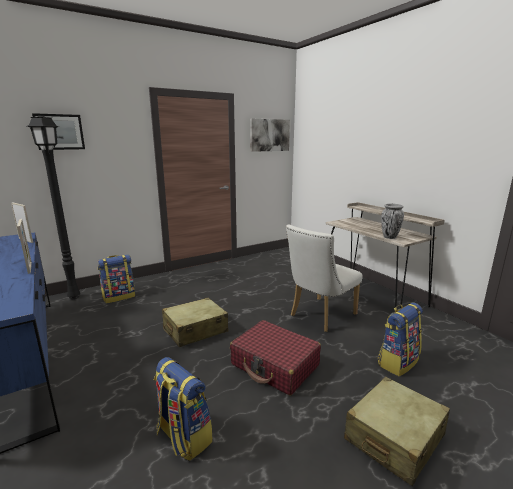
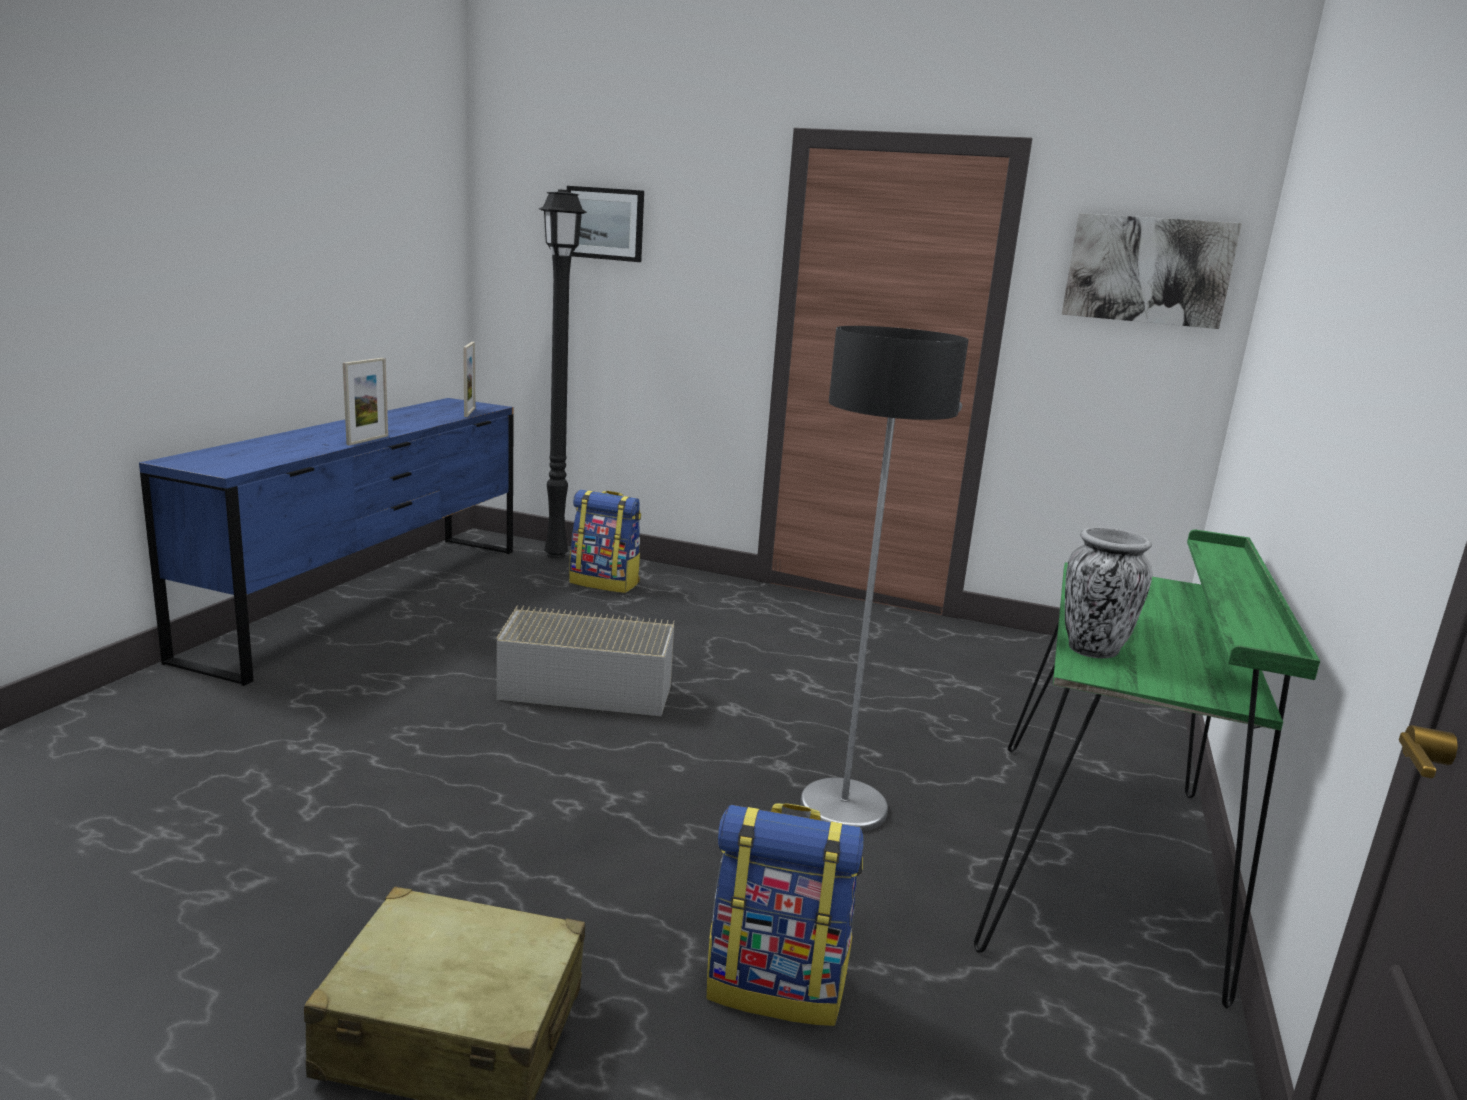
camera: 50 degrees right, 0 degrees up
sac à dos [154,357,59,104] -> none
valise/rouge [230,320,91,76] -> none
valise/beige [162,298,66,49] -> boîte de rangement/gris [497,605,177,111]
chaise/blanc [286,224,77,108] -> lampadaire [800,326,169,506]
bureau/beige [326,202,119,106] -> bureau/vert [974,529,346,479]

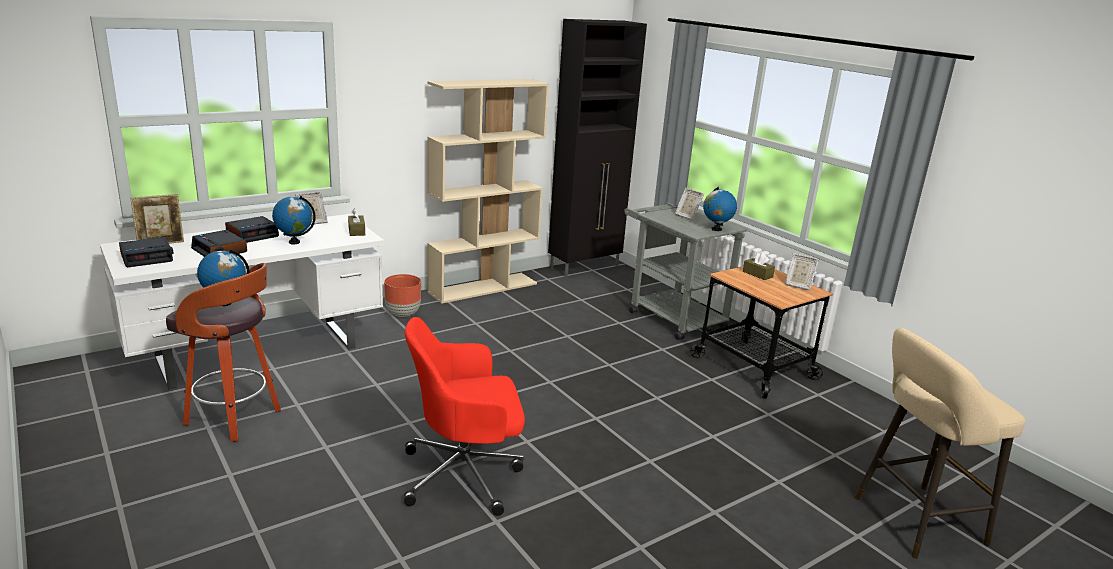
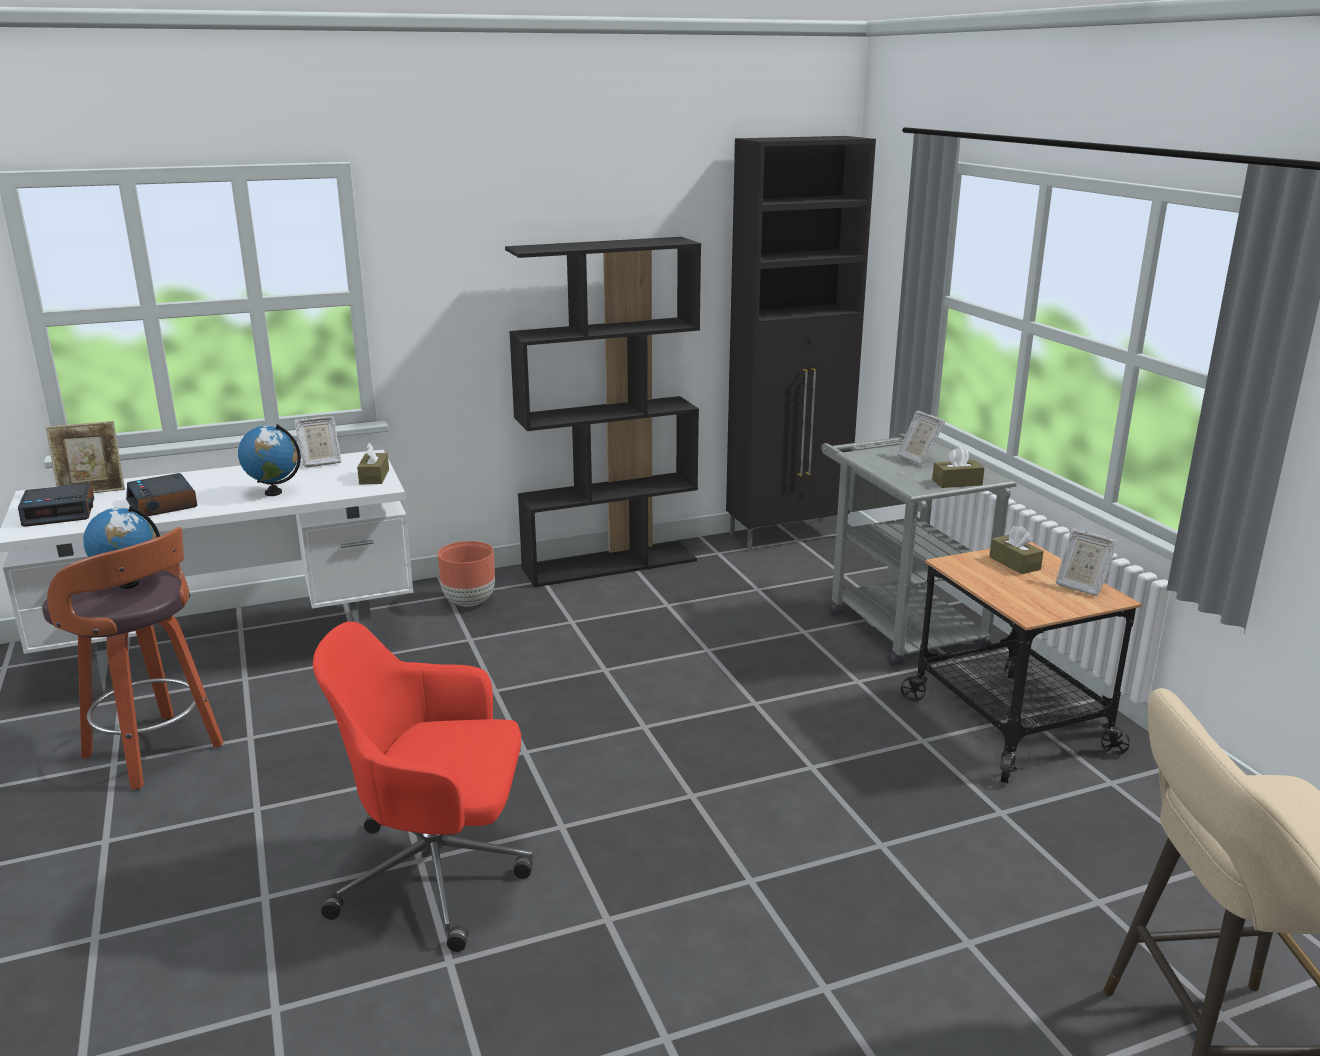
camera: 15 degrees right, 0 degrees up
réveil [225,216,54,27] -> none
globe [703,187,34,44] -> boîte à mouchoirs/marron [932,446,53,42]
bibliothèque/beige [427,79,122,225] -> bibliothèque/noir [505,237,196,351]

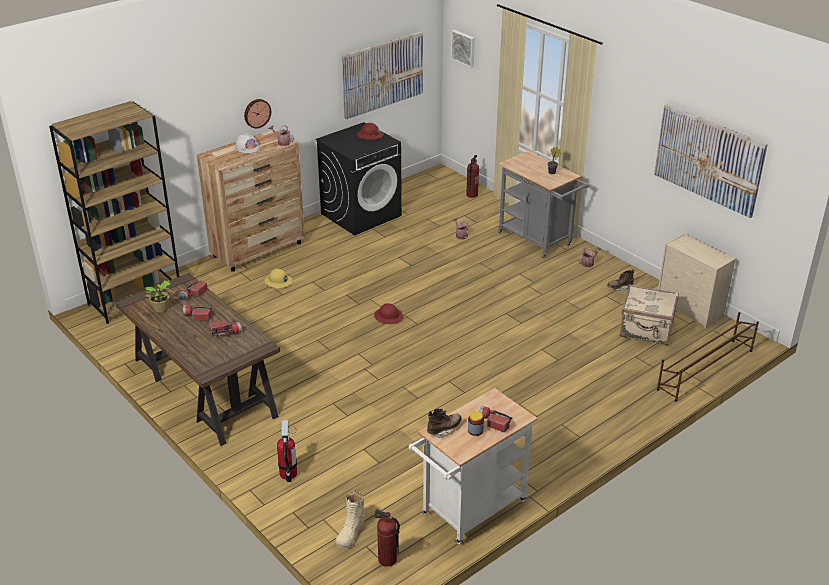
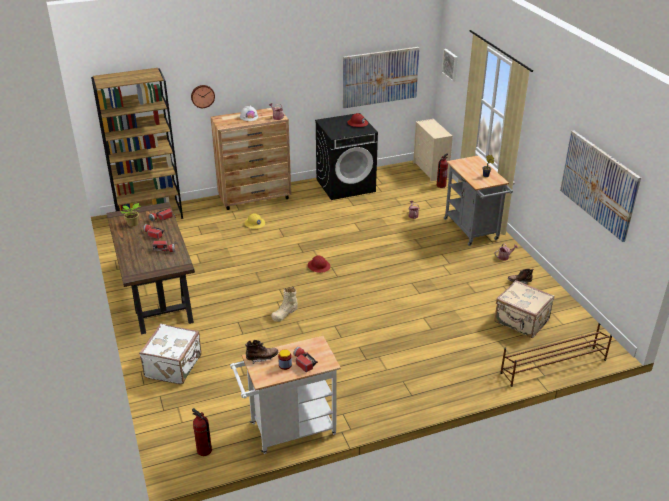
camera: 20 degrees right, 0 degrees up
horloge murale [244,99,27,30] -> horloge murale [191,85,24,23], relocated
botte/beige [336,491,29,58] -> botte/beige [271,287,27,35], relocated
commode/beige [658,234,78,95] -> commode/beige [413,119,40,62], relocated
extincteur [277,420,20,62] -> valise/blanc [139,324,63,60]

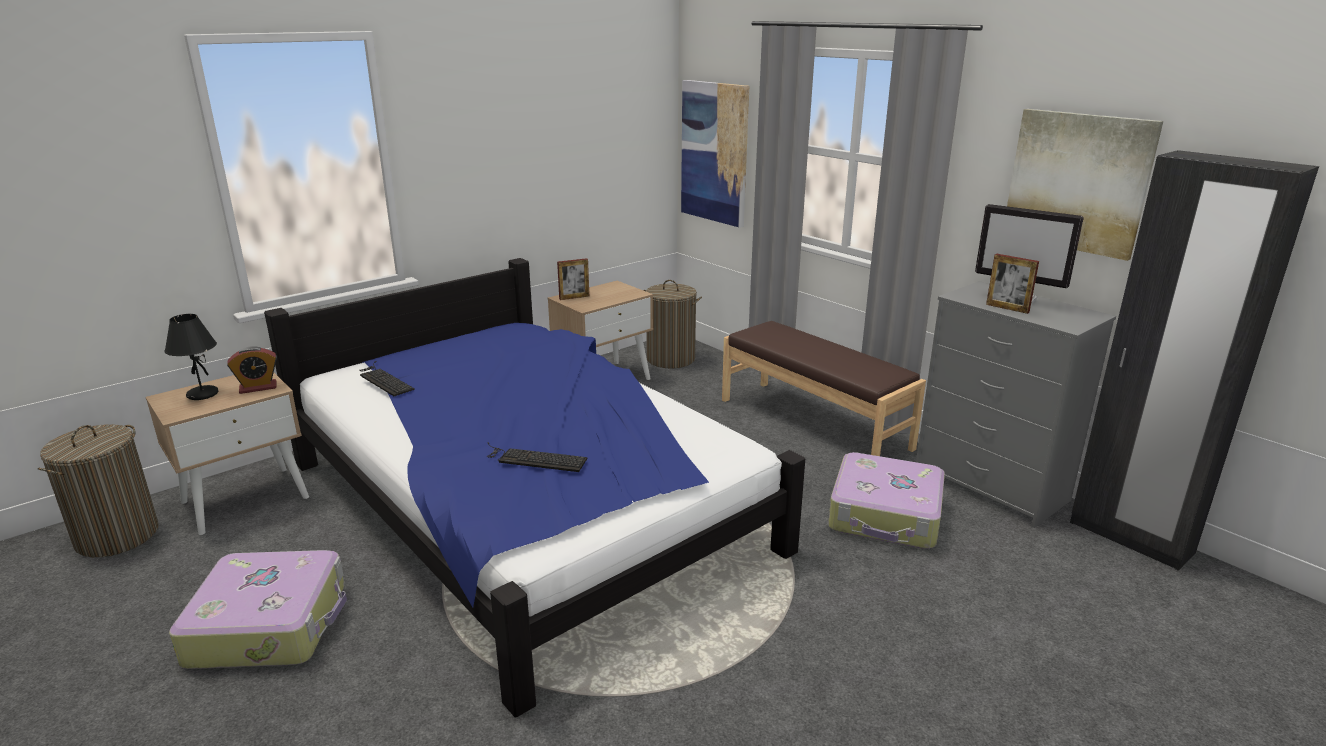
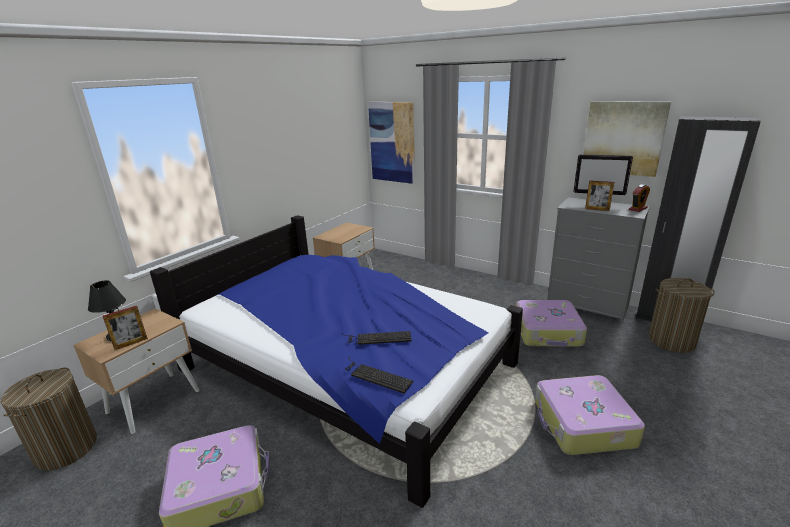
camera: 15 degrees left, 0 degrees up
banc/marron [722,321,204,135] -> none
none -> valise [535,375,110,80]
réveil [227,346,50,48] -> réveil [629,184,21,28], relocated
clavier [359,361,56,35] -> clavier [345,356,69,38], relocated
cadre photo [557,258,32,42] -> cadre photo [103,306,45,44], relocated
panier à linge [643,280,59,88] -> panier à linge [649,278,66,75], relocated

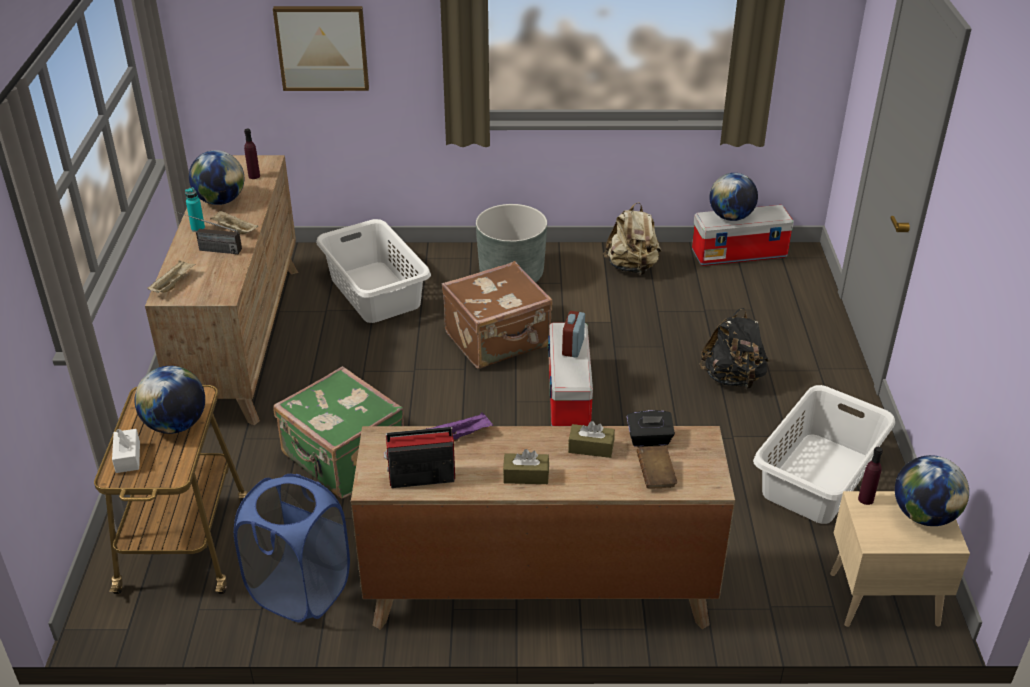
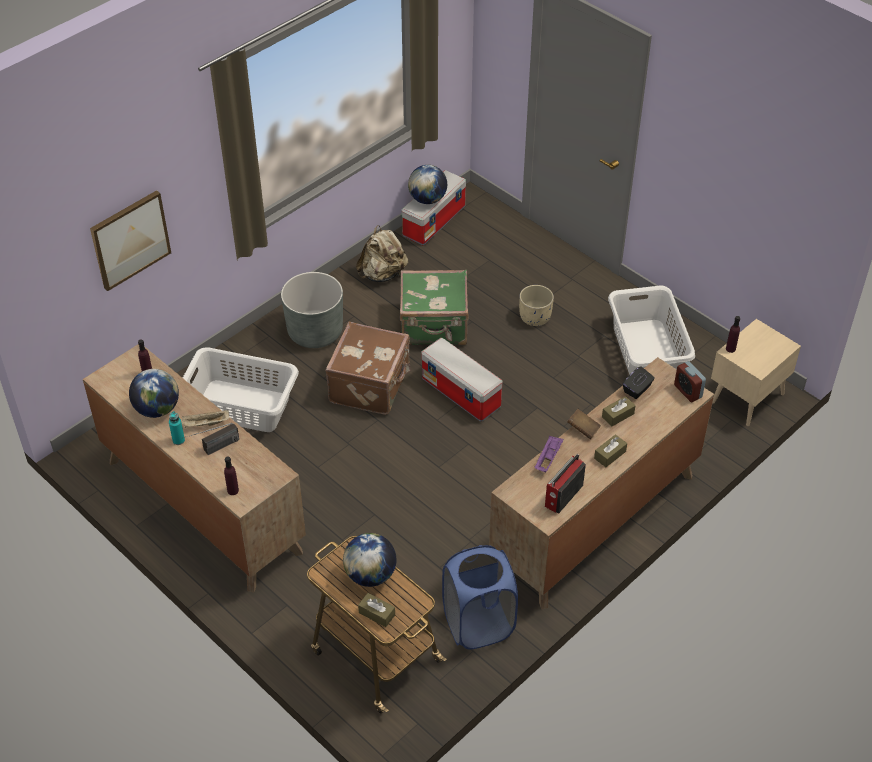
camera: 45 degrees left, 10 degrees up
globe [895,455,74,71] -> none
valise/vert [273,366,131,132] -> valise/vert [400,270,69,75], relocated
réveil [562,311,23,47] -> réveil [674,361,32,41], relocated
livre/marron [636,446,41,43] -> livre/marron [567,409,34,30], relocated
plateau/beige [147,260,49,33] -> bouteille/violet [224,456,15,39]
sac à dos/noir [699,308,70,81] -> cache-pot/beige [519,285,35,41]
boîte à mouchoirs/blanc [112,429,28,44] -> boîte à mouchoirs/marron [358,593,37,34]

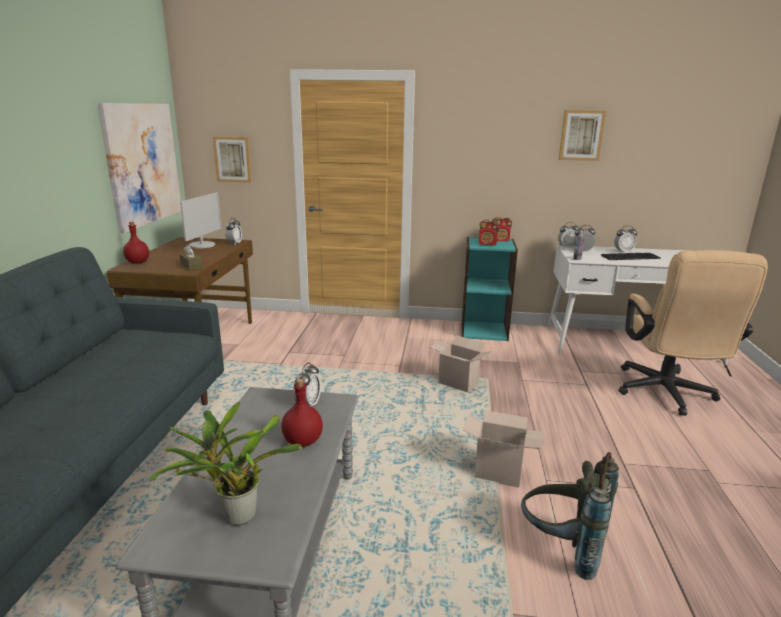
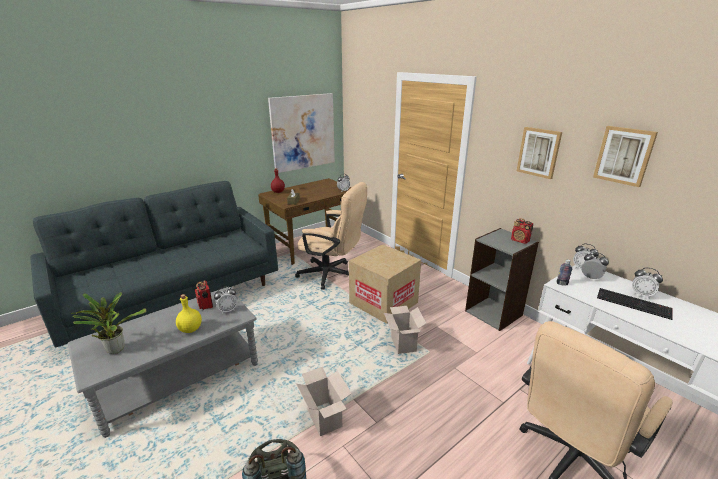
camera: 45 degrees right, 5 degrees up
écran d'ordinateur [180,192,41,56] -> none
none -> chaise de bureau/beige [295,182,72,108]
none -> carton [349,244,72,80]
tableau [213,137,39,46] -> tableau [517,127,45,52], relocated
radio [479,219,20,27] -> radio [195,280,18,30], relocated
bouteille/rouge [281,379,42,68] -> bouteille/jaune [176,294,26,39]
bibliothèque/turquoise [461,237,57,104] -> bibliothèque/gris [465,228,74,103]

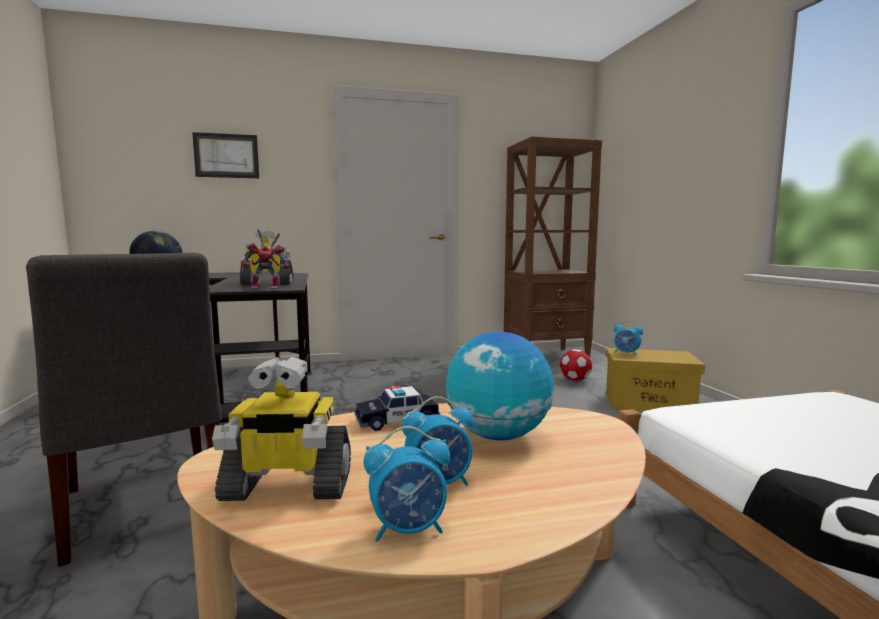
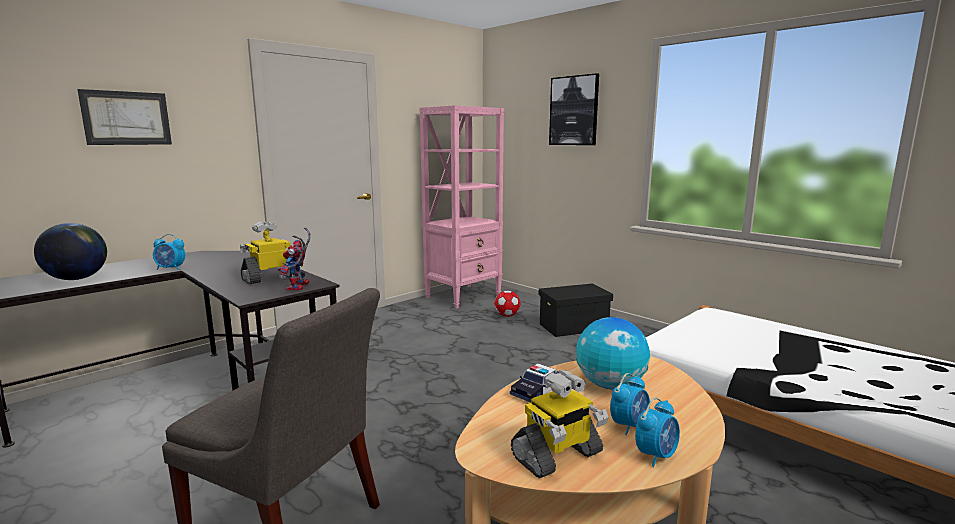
camera: 30 degrees left, 5 degrees up
none -> tableau [549,73,50,72]
réveil [614,321,29,35] -> réveil [153,234,32,36], relocated
bibliothèque/marron [504,136,98,221] -> bibliothèque/rose [419,105,85,204]
boîte de rangement/jaune [606,348,99,63] -> boîte de rangement/noir [539,283,74,54]
robot jouet [242,229,49,61] -> robot jouet [278,227,32,63], 135 degrees clockwise

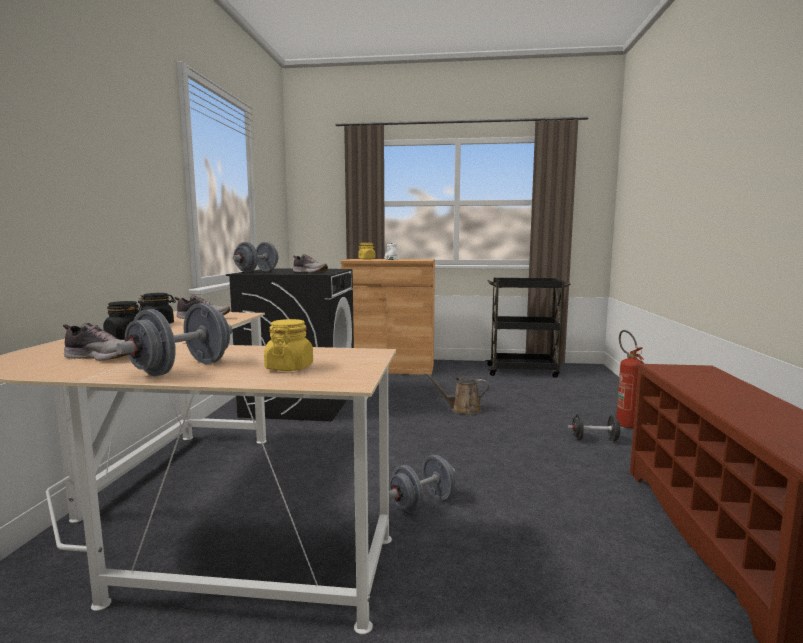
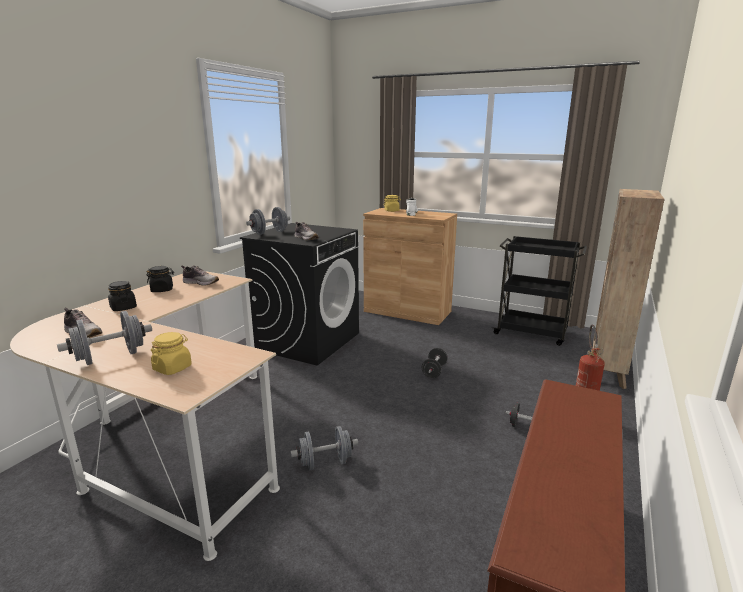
camera: 20 degrees right, 10 degrees up
none -> bibliothèque/marron [593,189,71,200]
arrosoir/marron [425,373,64,42] -> haltère/noir [422,348,26,30]

